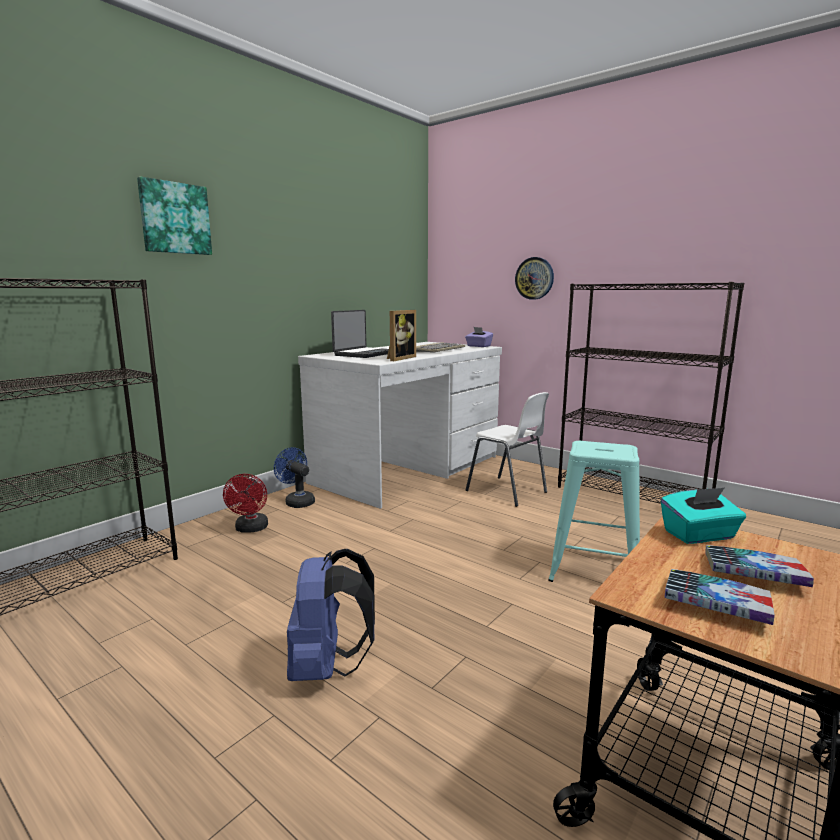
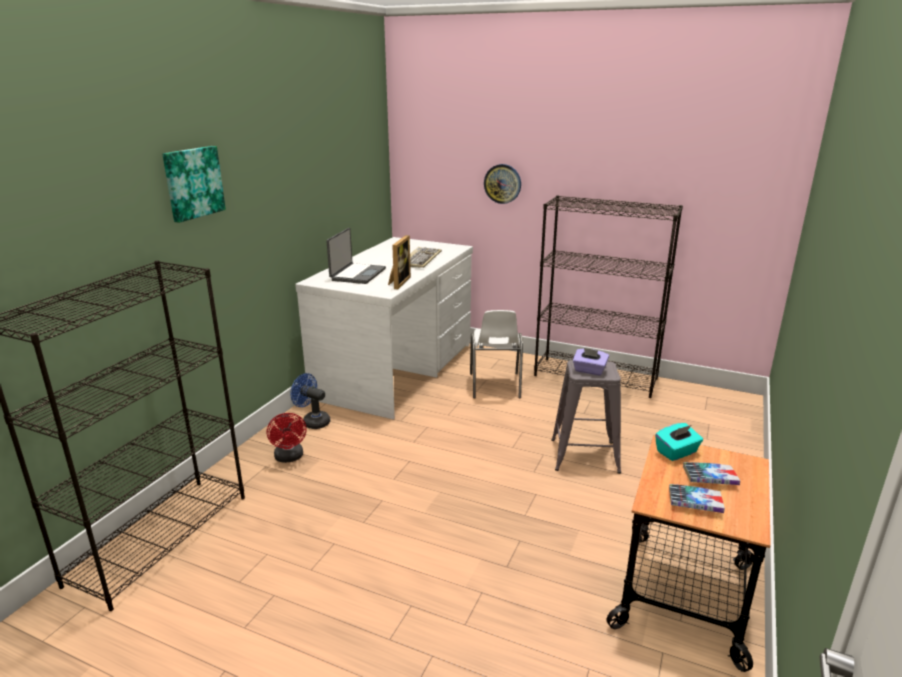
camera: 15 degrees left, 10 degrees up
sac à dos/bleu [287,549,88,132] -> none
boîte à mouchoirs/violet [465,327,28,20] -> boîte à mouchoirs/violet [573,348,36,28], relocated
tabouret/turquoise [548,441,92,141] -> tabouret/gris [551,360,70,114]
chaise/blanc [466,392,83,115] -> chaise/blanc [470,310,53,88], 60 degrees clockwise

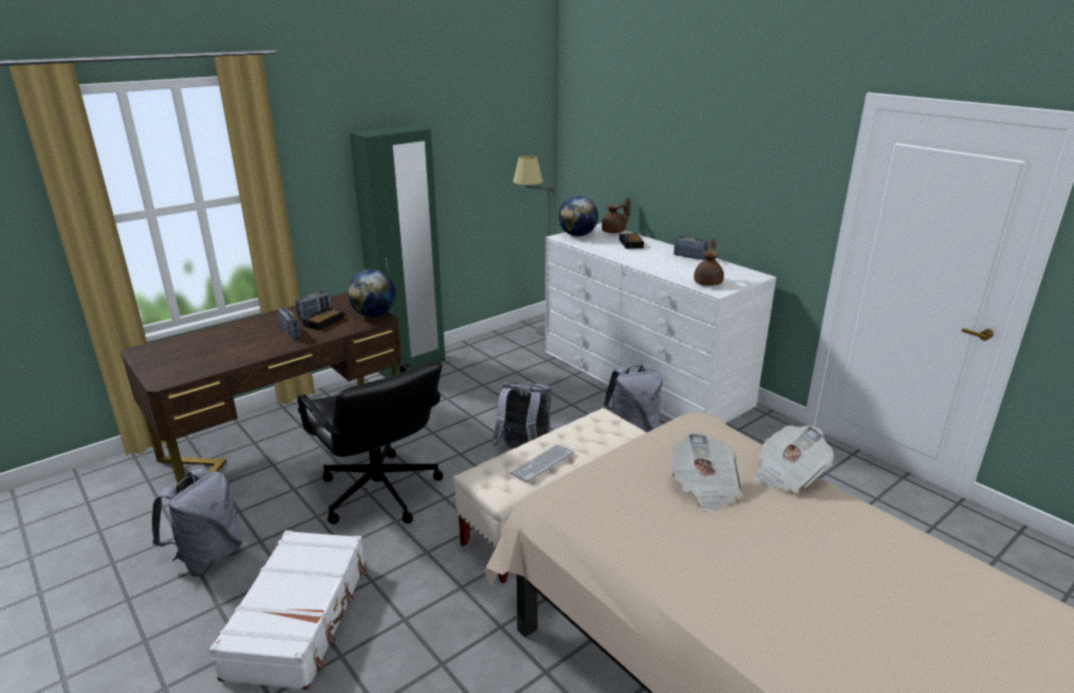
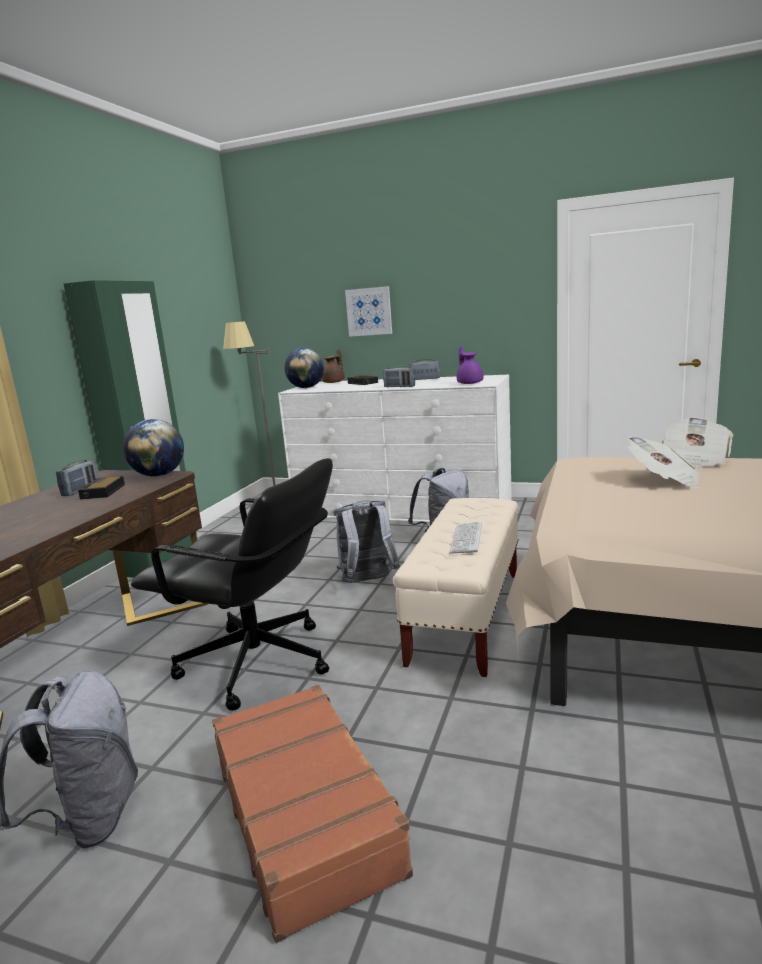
camera: 30 degrees left, 10 degrees down
none -> tableau [345,286,47,51]
radio [278,307,22,32] -> radio [383,366,32,21], relocated
valise/blanc [210,530,157,160] -> valise/marron [212,685,201,258]
théière/marron [694,239,30,47] -> théière/violet [456,346,27,38]

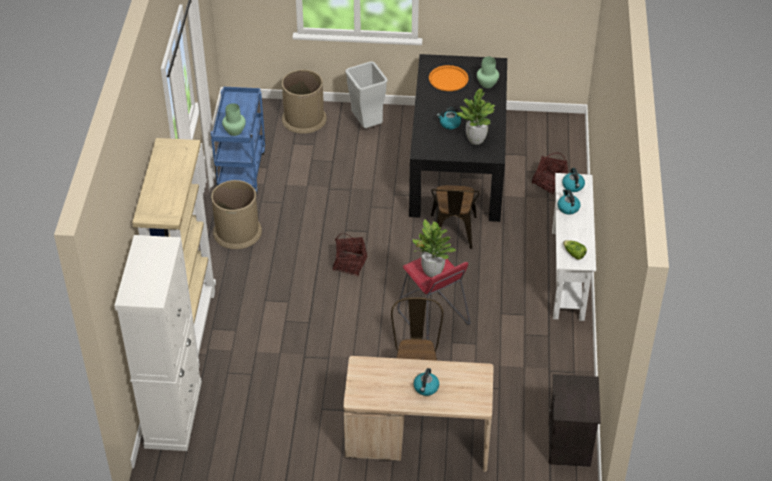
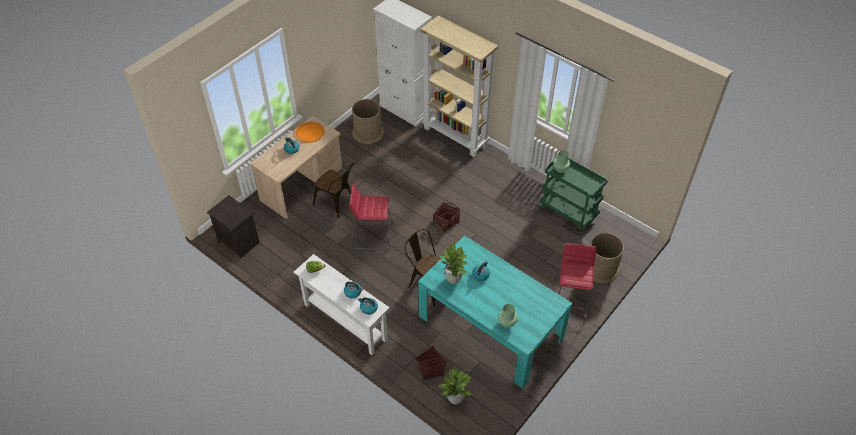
camera: 125 degrees right, 5 degrees up
poubelle/marron [211,180,51,69] -> poubelle/marron [352,99,32,45], relocated
plante en pot [413,218,43,59] -> plante en pot [439,368,32,37], relocated
plateau/orange [429,65,39,26] -> plateau/orange [296,122,28,21], relocated
poubelle/gris [345,61,43,67] -> tabouret/rouge [553,243,44,75]
chariot/bleu [211,87,54,109] -> chariot/vert [540,156,68,75]
table à manger/noir [409,54,98,168] -> table à manger/turquoise [418,235,155,153]

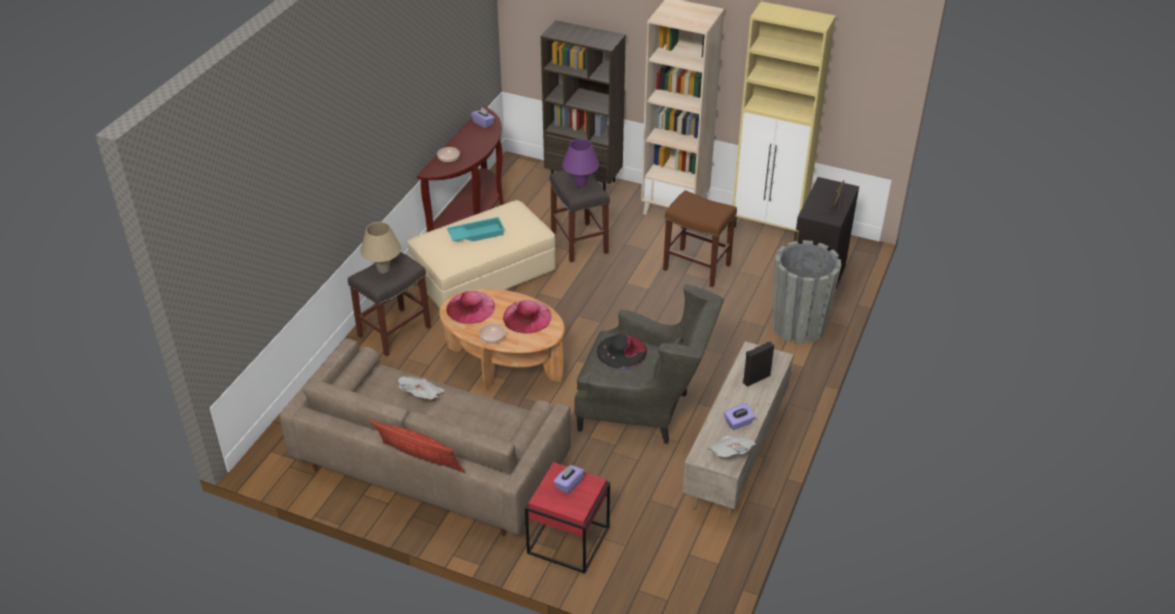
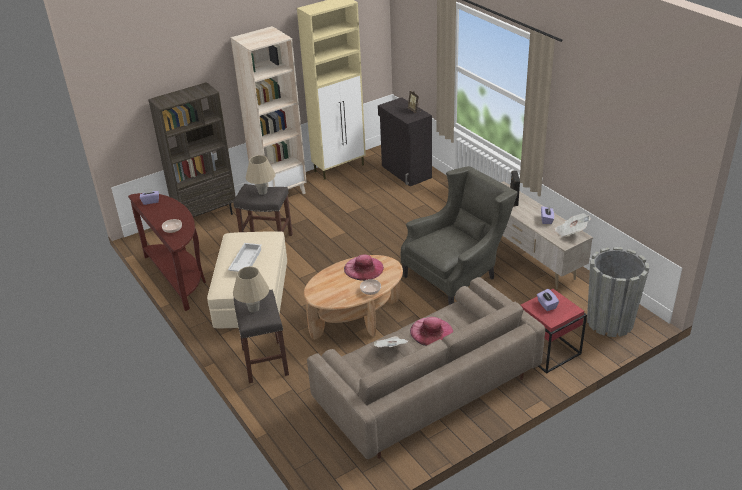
camera: 55 degrees left, 5 degrees down
coussin [370,419,95,54] -> none
chapeau/noir [597,334,50,35] -> none
tabouret/marron [663,190,74,97] -> none
chapeau/rose [446,291,49,33] -> chapeau/rose [410,317,43,29], relocated
cache-pot/gris [773,240,68,104] -> cache-pot/gris [587,247,62,90], relocated
plateau/turquoise [447,217,58,24] -> plateau/blanc [228,243,34,29]
lampe de table/violet [562,139,37,48] -> lampe de table/beige [246,155,29,40]

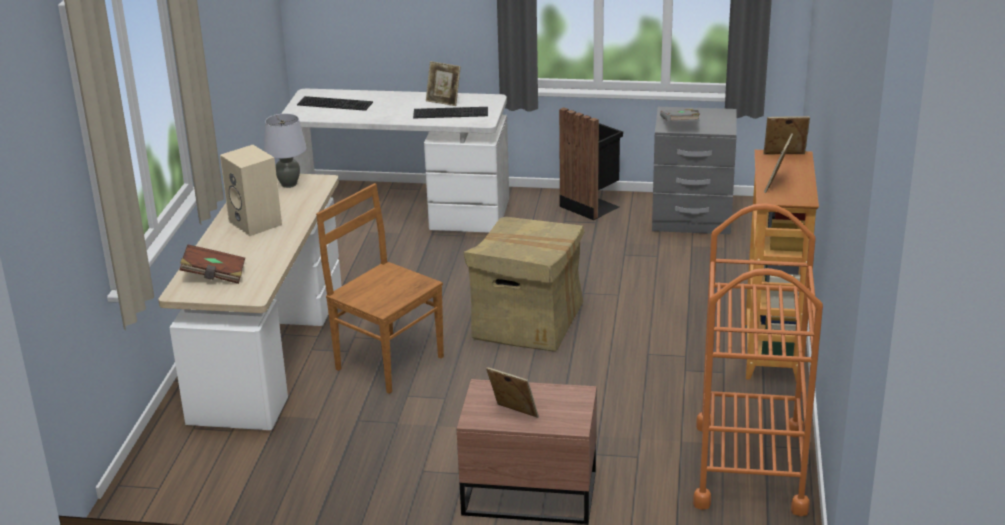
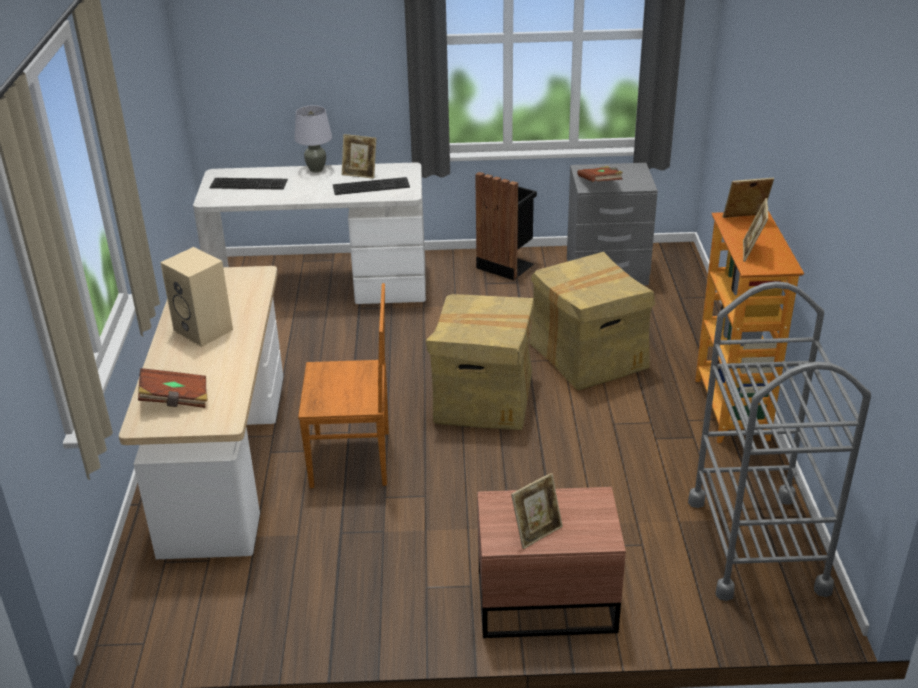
camera: 10 degrees left, 5 degrees up
none -> carton [529,252,126,138]
lampe de table/gris [264,114,43,74] -> lampe de table/gris [294,105,38,67], relocated
livre/gris [660,109,40,12] -> livre/marron [577,166,46,16]
chariot/orange [693,203,130,313] -> chariot/gris [688,281,183,320]
chaise/marron [316,183,128,211] -> chaise/marron [298,283,91,205], 150 degrees clockwise
cadre photo [486,367,53,51] -> cadre photo [511,473,52,76], 120 degrees clockwise

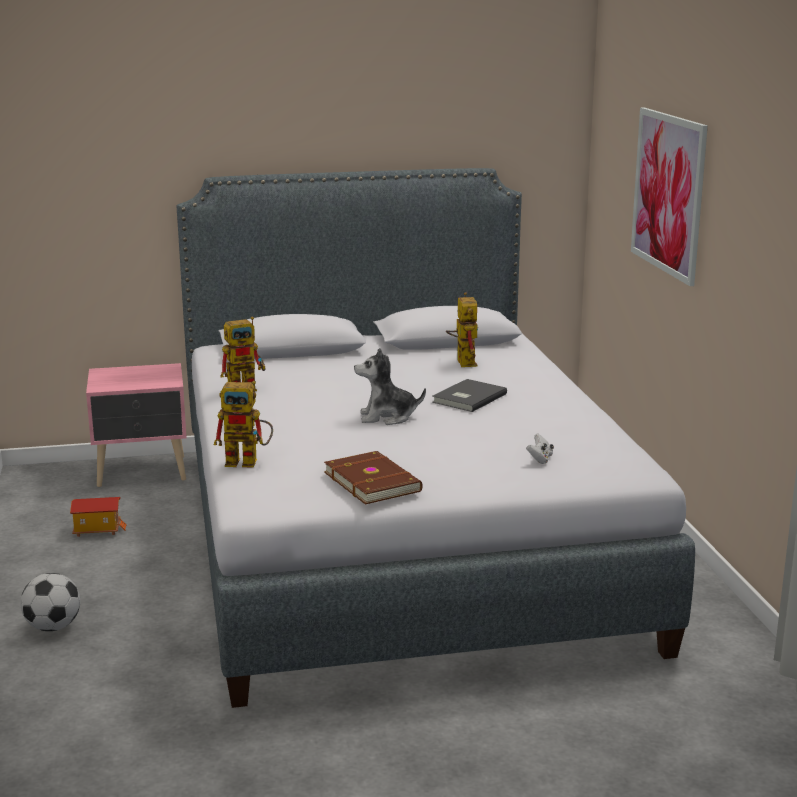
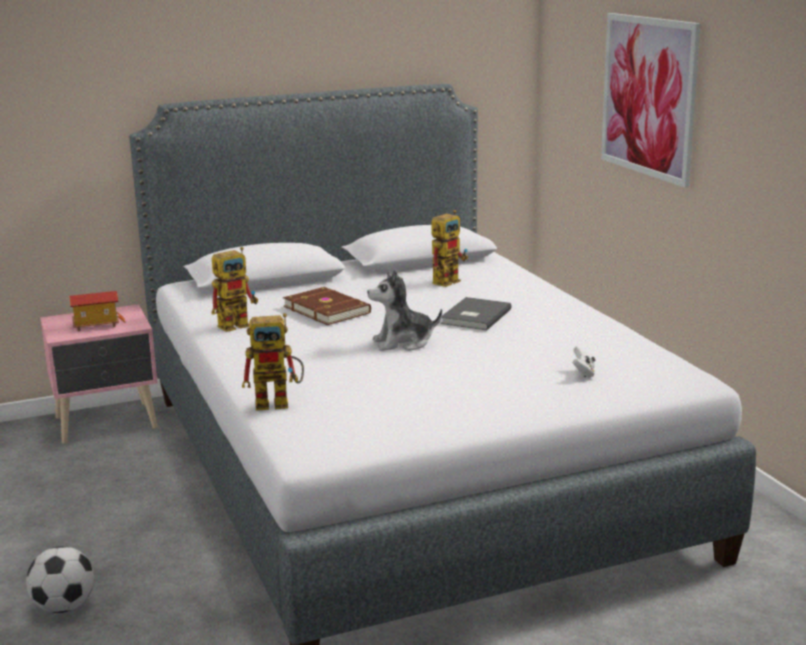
camera: 10 degrees left, 0 degrees up
maison miniature [70,497,56,40] -> maison miniature [69,291,56,40], relocated
livre/marron [324,451,98,53] -> livre/marron [283,287,88,38], relocated
robot jouet [446,292,32,75] -> robot jouet [431,210,37,77], 60 degrees clockwise

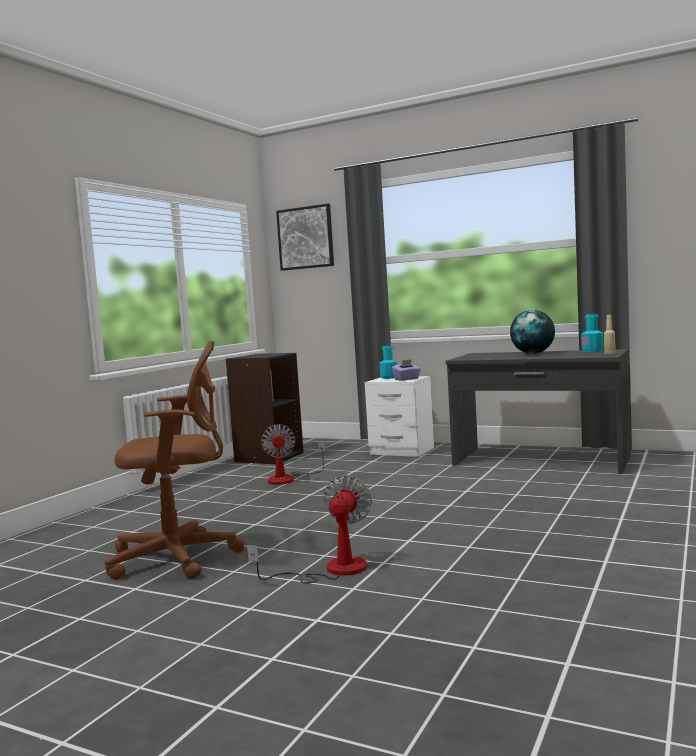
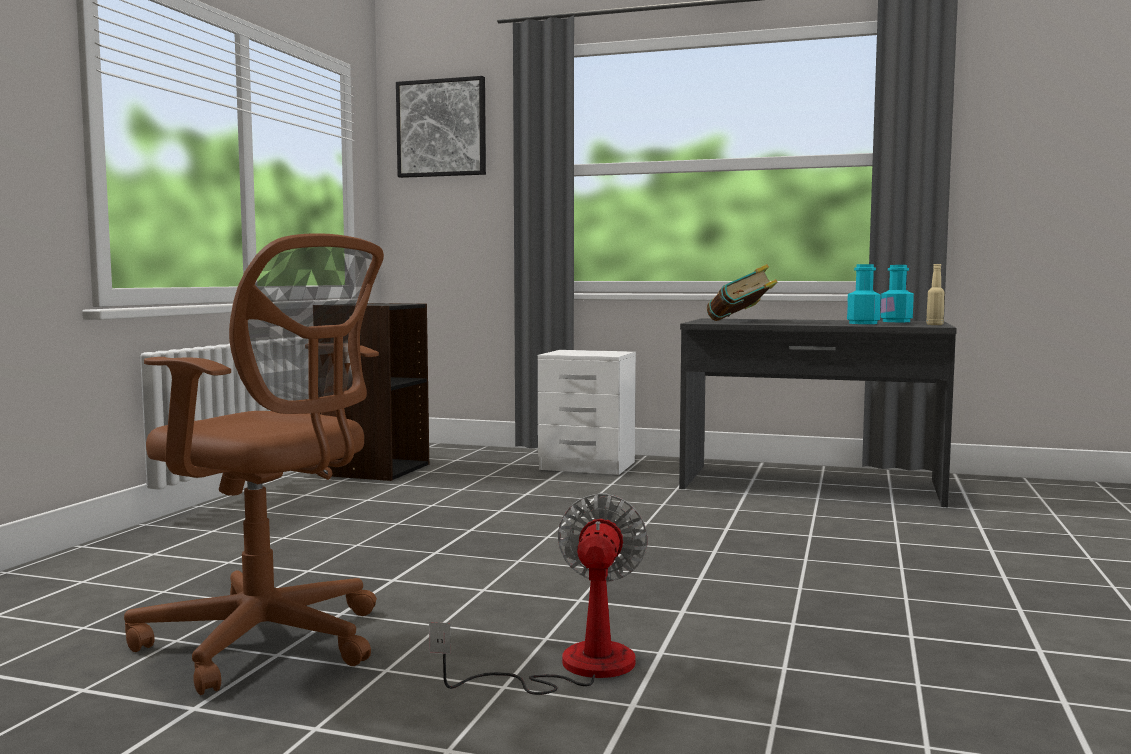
camera: 10 degrees left, 0 degrees up
ventilateur [261,424,64,61] -> none
boîte à mouchoirs/violet [392,359,29,22] -> none
globe [510,310,45,44] -> none
none -> livre [707,264,71,57]
bouteille/turquoise [379,345,18,34] -> bouteille/turquoise [847,264,34,60], relocated
chaise de bureau/marron [105,340,139,240] -> chaise de bureau/marron [124,233,260,462], 45 degrees clockwise

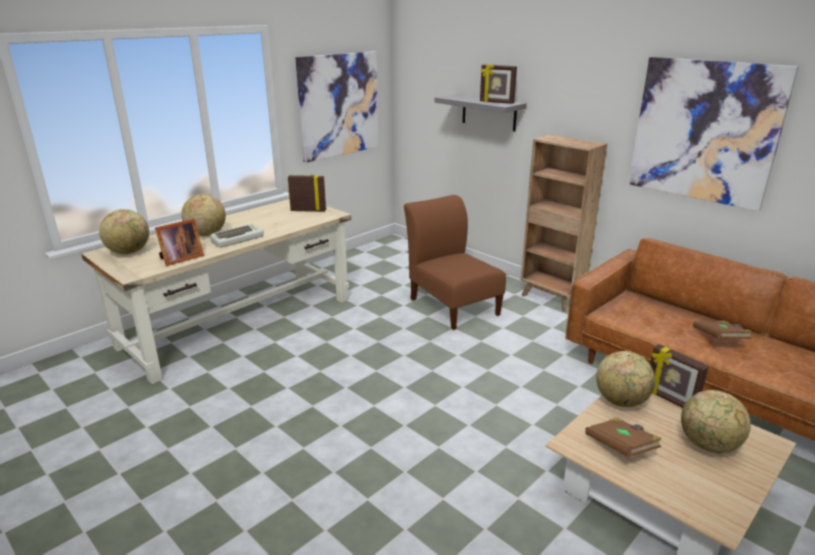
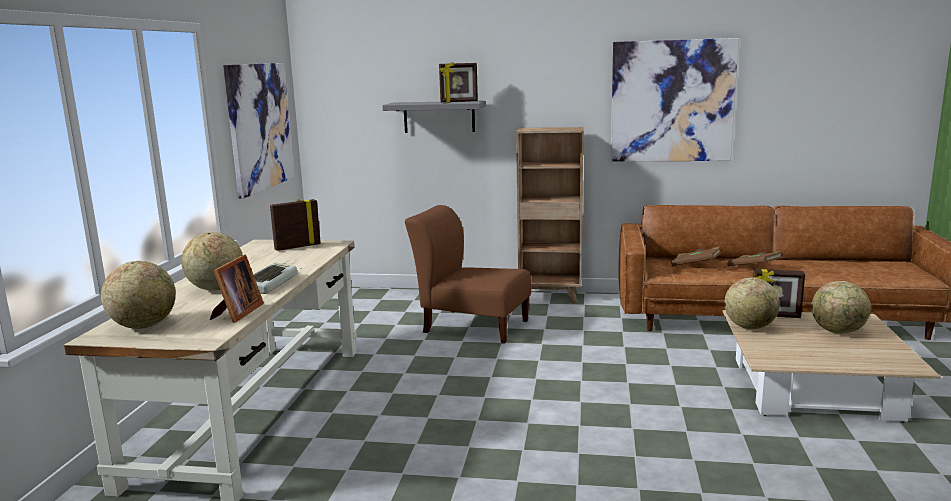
camera: 35 degrees left, 10 degrees down
livre/marron [585,417,76,40] -> livre/marron [671,246,50,20], relocated

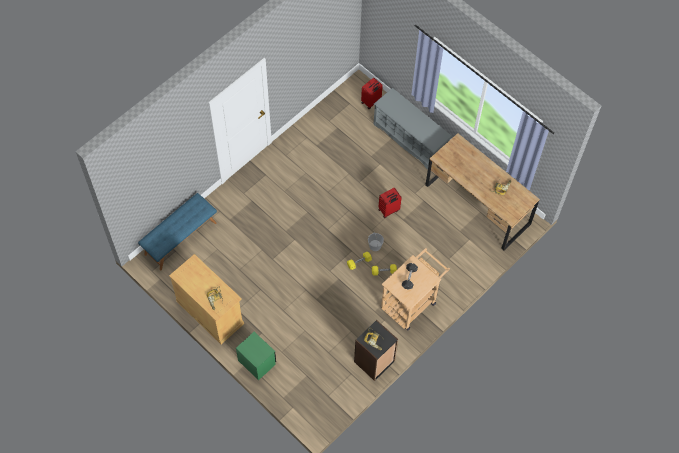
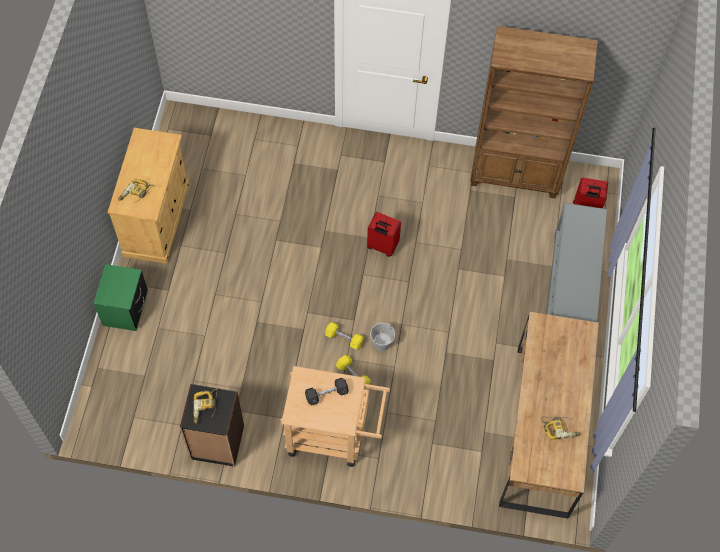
camera: 55 degrees right, 0 degrees up
banc/bleu [138,193,79,77] -> none
none -> bibliothèque/marron [470,26,128,172]
valise/rouge [378,188,24,30] -> valise/rouge [367,212,34,45], relocated

